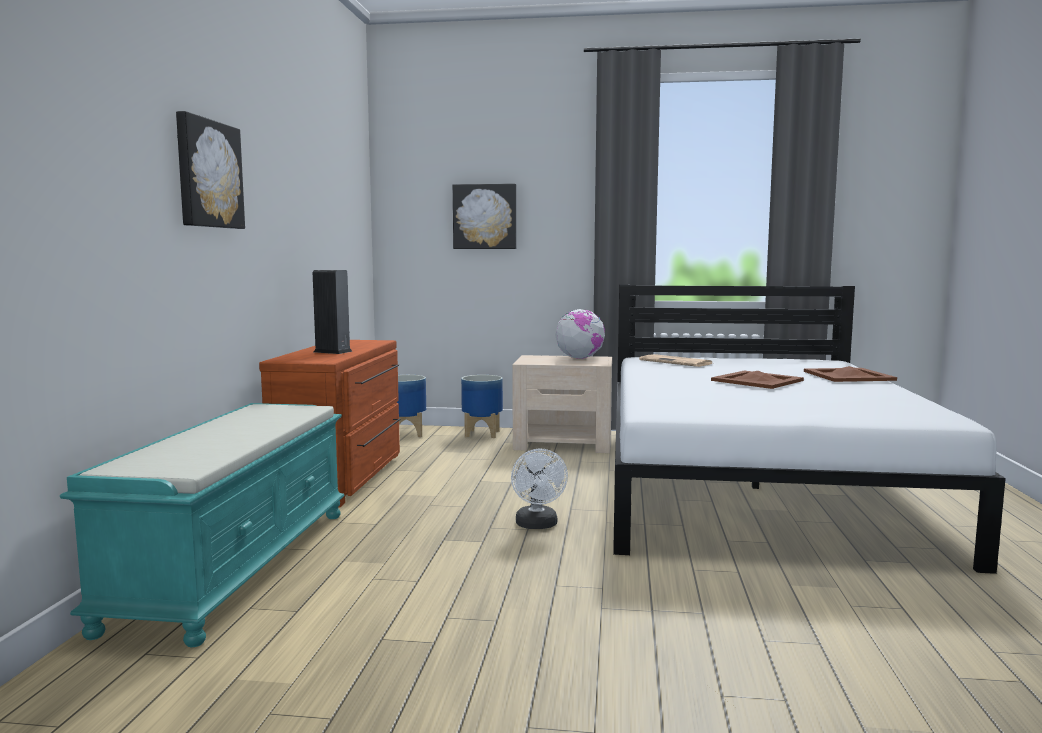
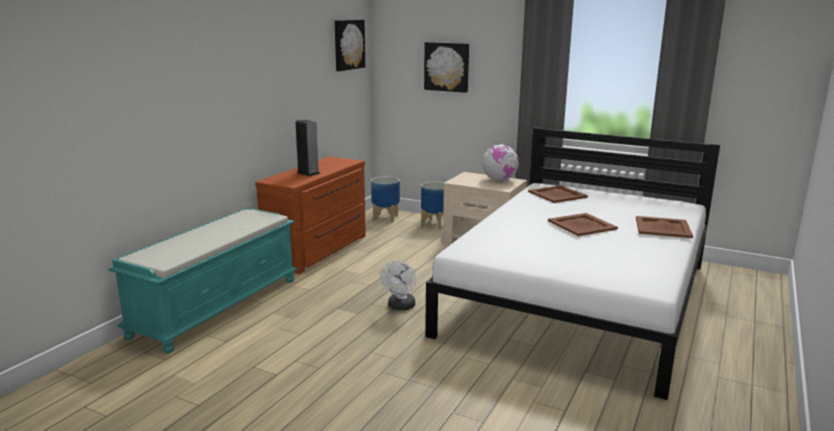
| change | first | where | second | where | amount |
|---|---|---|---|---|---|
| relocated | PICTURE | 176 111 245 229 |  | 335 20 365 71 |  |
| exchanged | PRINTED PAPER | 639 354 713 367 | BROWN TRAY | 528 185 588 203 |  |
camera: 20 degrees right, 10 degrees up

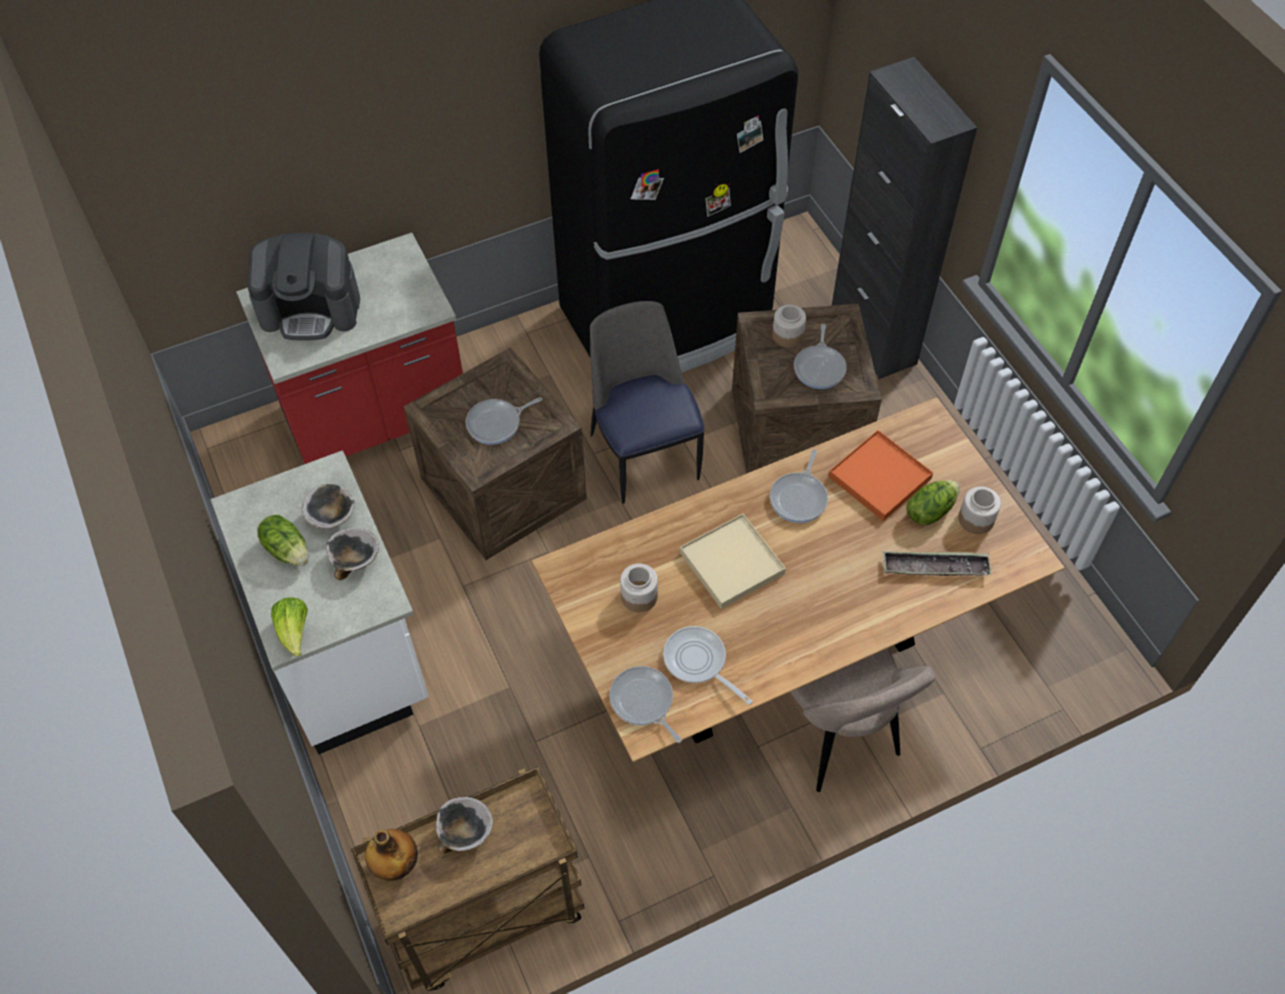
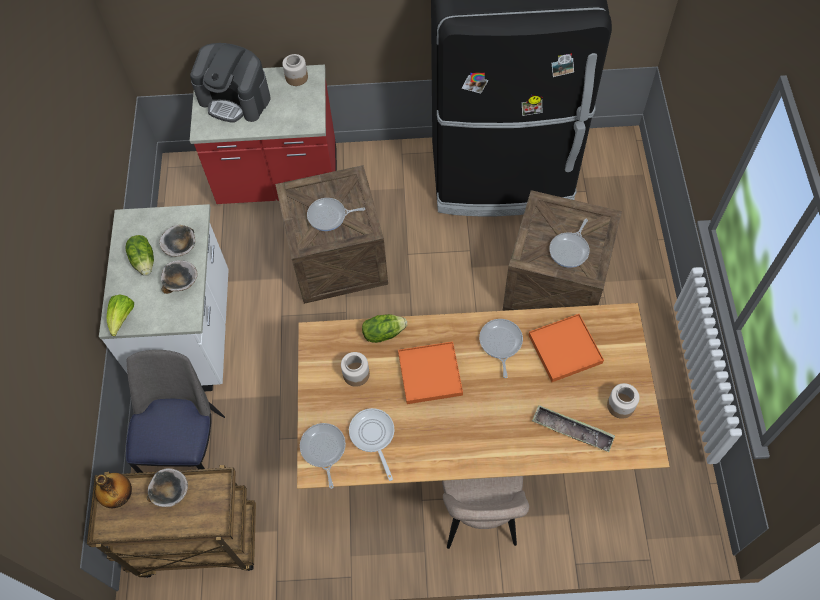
| change | first | where | second | where | amount |
|---|---|---|---|---|---|
| missing | BLACKISH CUPBOARD | 832 57 977 379 |  |  |  |
| relocated | PLAIN CHAIR | 590 301 705 504 |  | 126 350 225 473 |  |
| relocated | STORAGE JAR | 772 305 806 348 |  | 282 54 308 86 |  |
| relocated | LETTUCE HEAD | 906 480 960 525 |  | 362 314 407 343 |  |
| colour | BEIGE TRAY | 680 514 786 609 | ORANGE TRAY | 398 341 463 404 |  |
| spun | PAN | 770 450 828 523 |  | 479 319 523 378 | 135 degrees clockwise |
camera: 25 degrees right, 5 degrees up

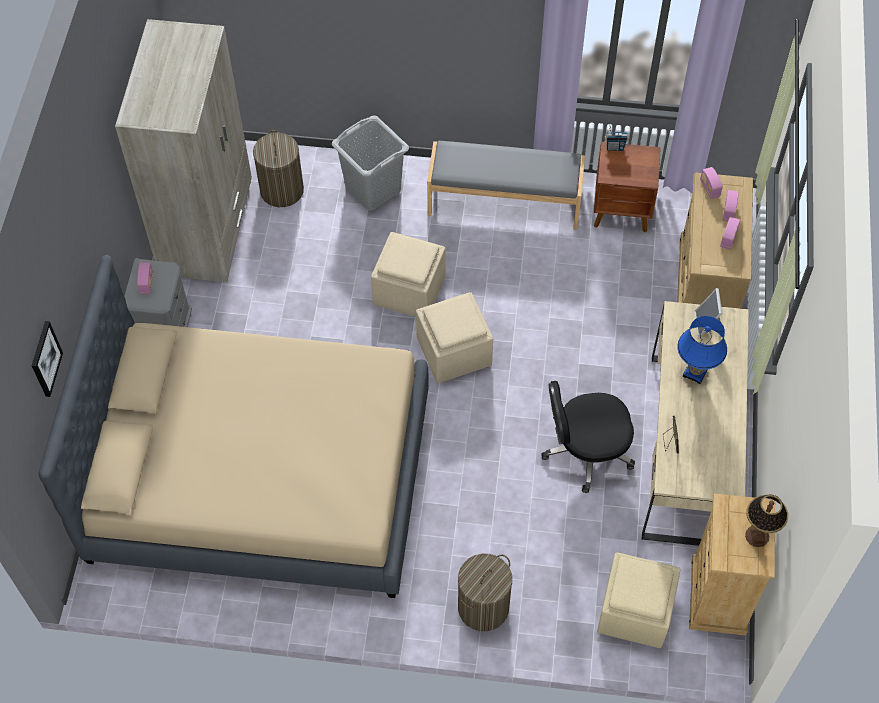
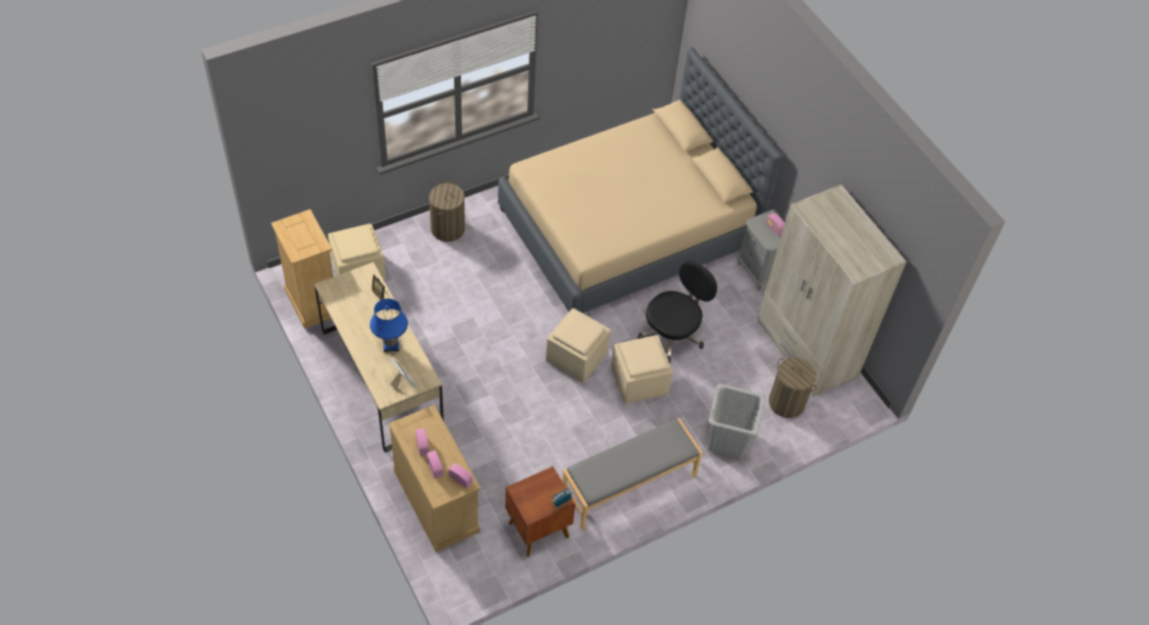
| change | first | where | second | where | amount |
|---|---|---|---|---|---|
| missing | PICTURE | 32 321 63 397 |  |  |  |
| missing | TABLE LAMP | 745 494 788 547 |  |  |  |
| relocated | BLACKISH COMPUTER CHAIR | 542 381 635 493 |  | 637 260 717 363 |  |
camera: 140 degrees right, 5 degrees down

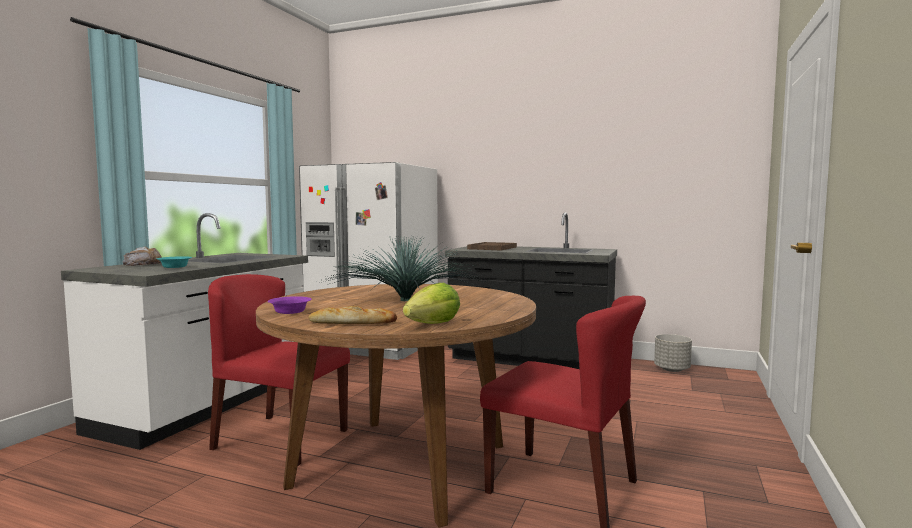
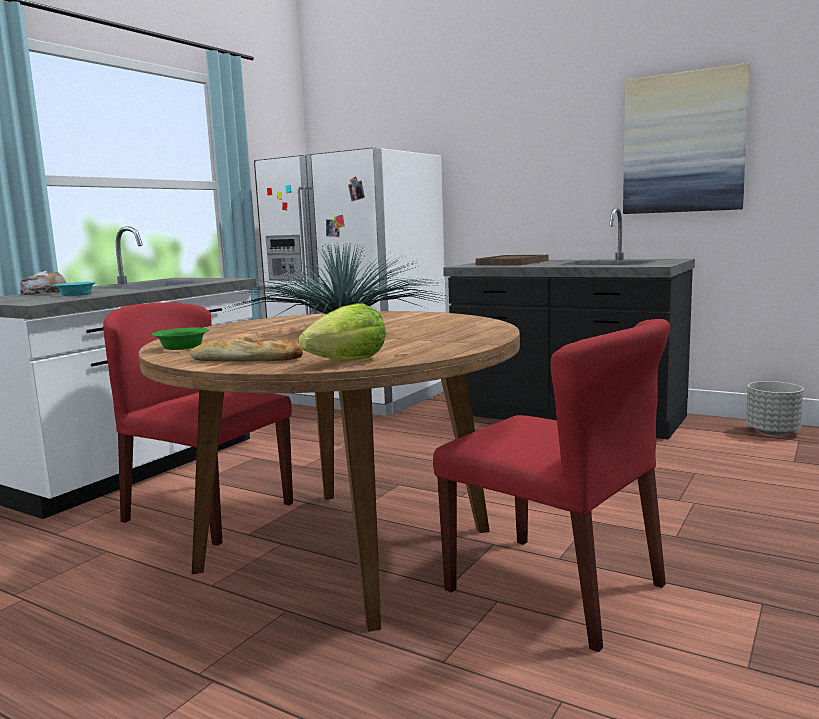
| change | first | where | second | where | amount |
|---|---|---|---|---|---|
| appeared |  |  | PICTURE | 623 63 750 214 |  |
| colour | PURPLISH SERVING BOWL | 268 296 312 314 | GREENISH SERVING BOWL | 152 328 209 350 |  |
camera: 10 degrees right, 5 degrees up

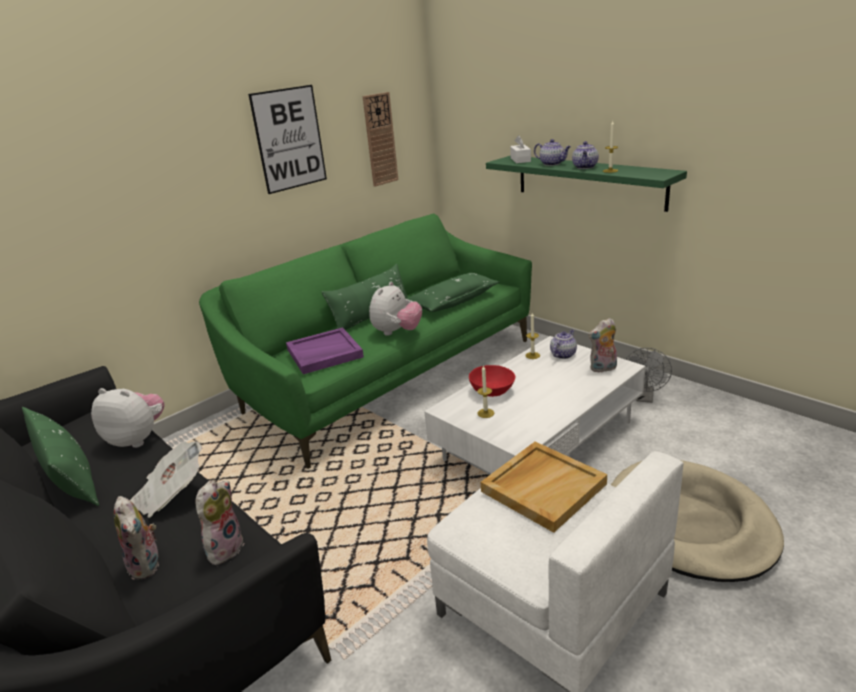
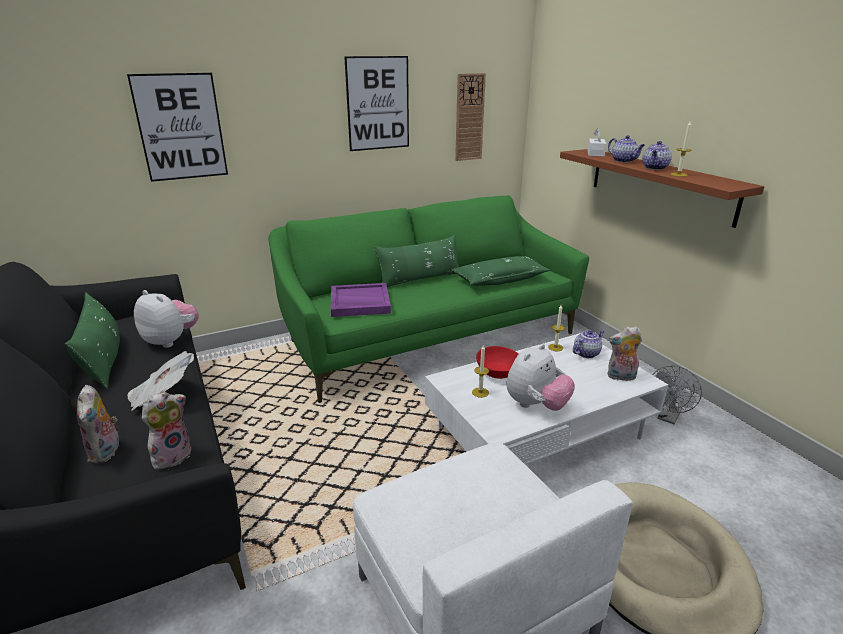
| change | first | where | second | where | amount |
|---|---|---|---|---|---|
| missing | BEIGE TRAY | 480 442 607 533 |  |  |  |
| appeared |  |  | PICTURE | 127 73 228 182 |  |
| relocated | SOFT TOY | 369 282 422 336 |  | 506 344 575 411 |  |
| colour | GREENISH WALL SHELF | 486 155 687 212 | BROWN WALL SHELF | 560 149 764 228 |  |
camera: 15 degrees right, 0 degrees up

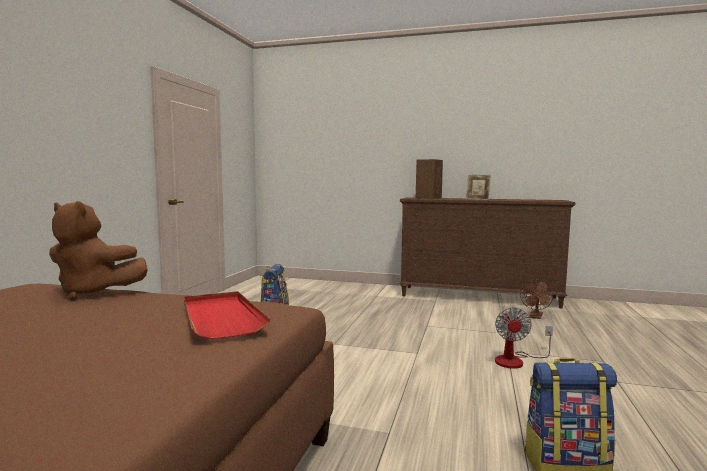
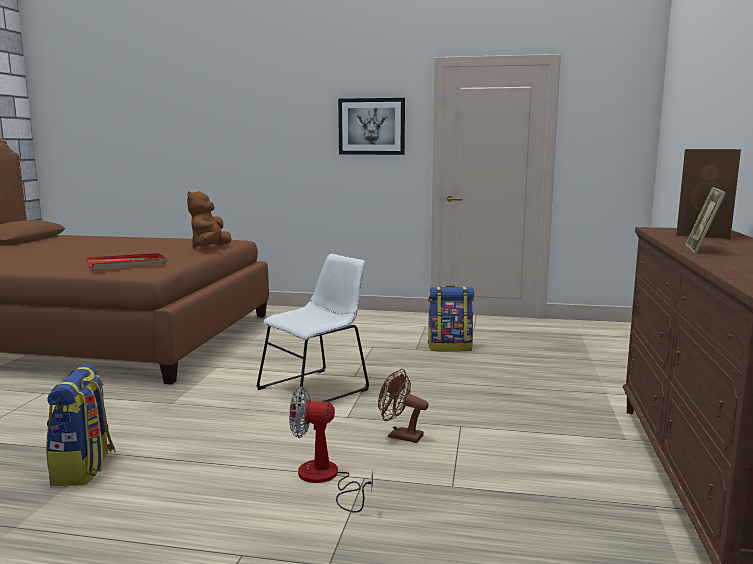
| change | first | where | second | where | amount |
|---|---|---|---|---|---|
| appeared |  |  | WHITISH PLAIN CHAIR | 256 254 369 409 |  |
| appeared |  |  | PICTURE | 338 98 405 155 |  |
| relocated | BROWN FAN | 520 279 553 319 |  | 378 369 429 443 |  |
camera: 85 degrees right, 5 degrees up

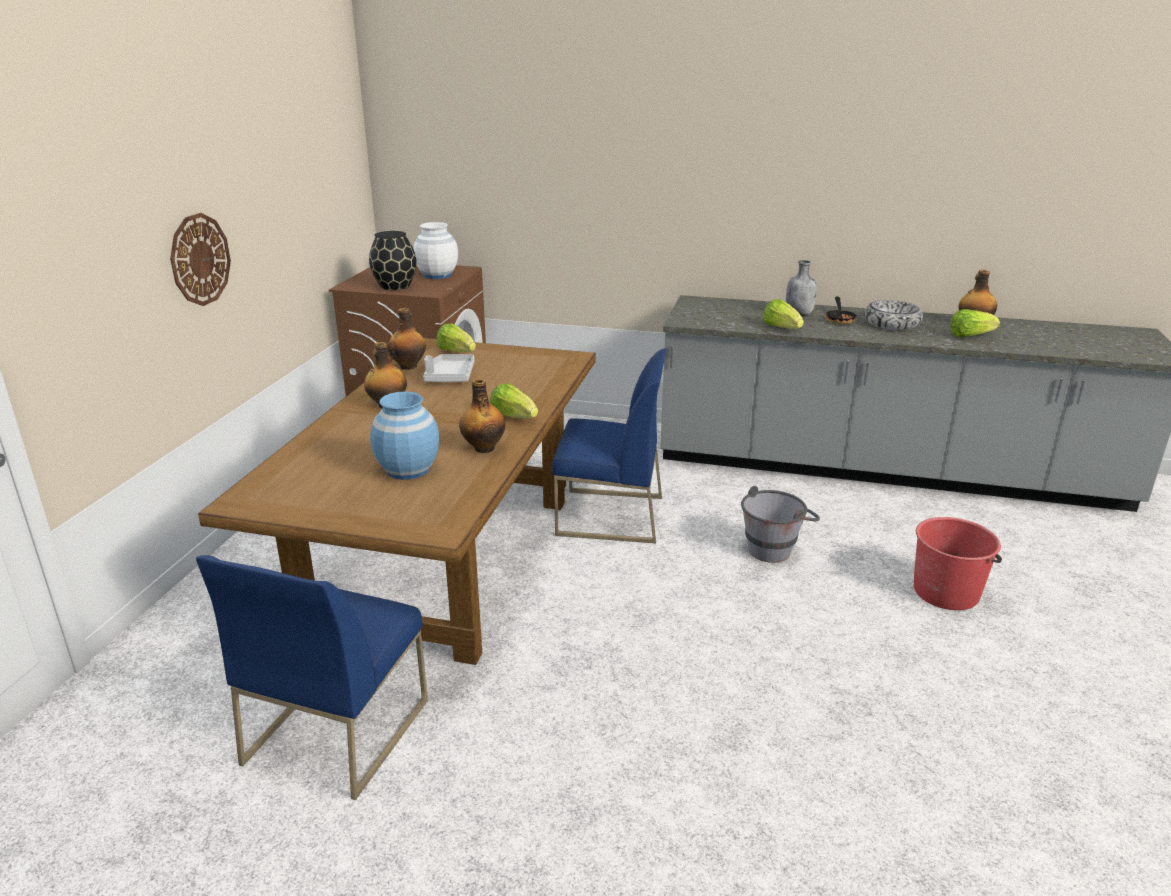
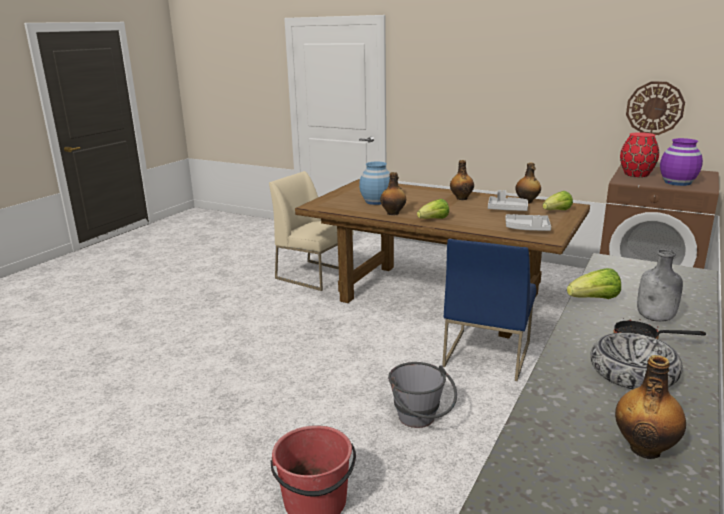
| change | first | where | second | where | amount |
|---|---|---|---|---|---|
| missing | LETTUCE HEAD | 951 309 1000 337 |  |  |  |
| appeared |  |  | GREY TRAY | 505 214 551 231 |  |
| relocated | CLOCK ON THE WALL | 170 213 231 306 |  | 626 81 685 135 |  |
| colour | BLUE-COLOURED PLAIN CHAIR | 196 555 428 800 | BEIGE PLAIN CHAIR | 269 171 354 291 |  |
| colour | BLACKISH VASE | 369 231 416 290 | REDDISH VASE | 620 132 659 177 |  |
| colour | WHITISH VASE | 414 222 458 279 | PURPLISH VASE | 660 138 703 186 |  |
camera: 105 degrees right, 5 degrees down

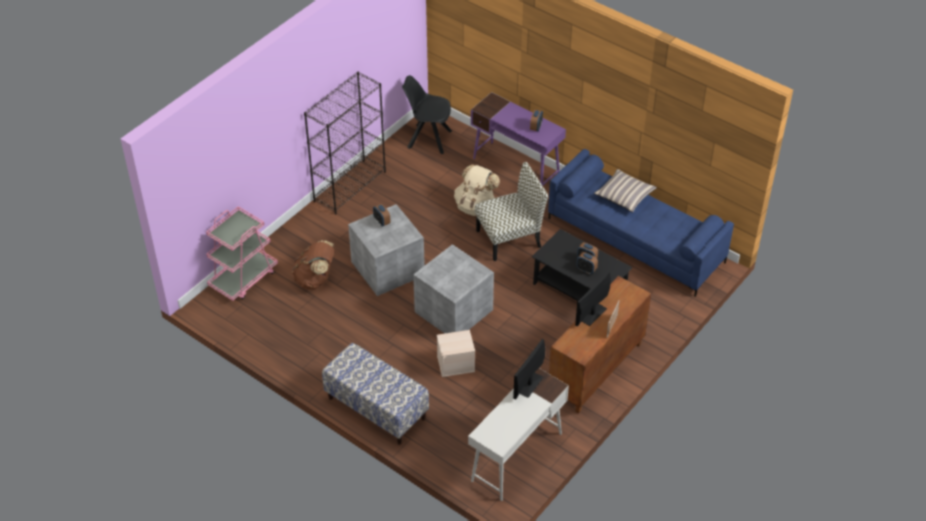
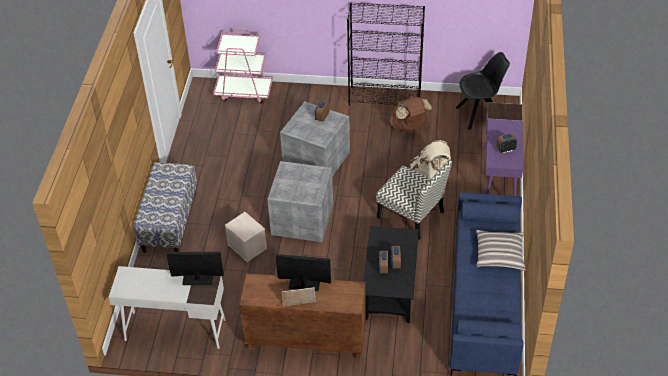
| change | first | where | second | where | amount |
|---|---|---|---|---|---|
| relocated | BROWN KNAPSACK | 292 240 334 289 |  | 389 97 432 132 |  |
| spun | BLACKISH PLAIN CHAIR | 402 75 452 154 |  | 456 52 510 130 | 90 degrees clockwise |
camera: 60 degrees right, 0 degrees up

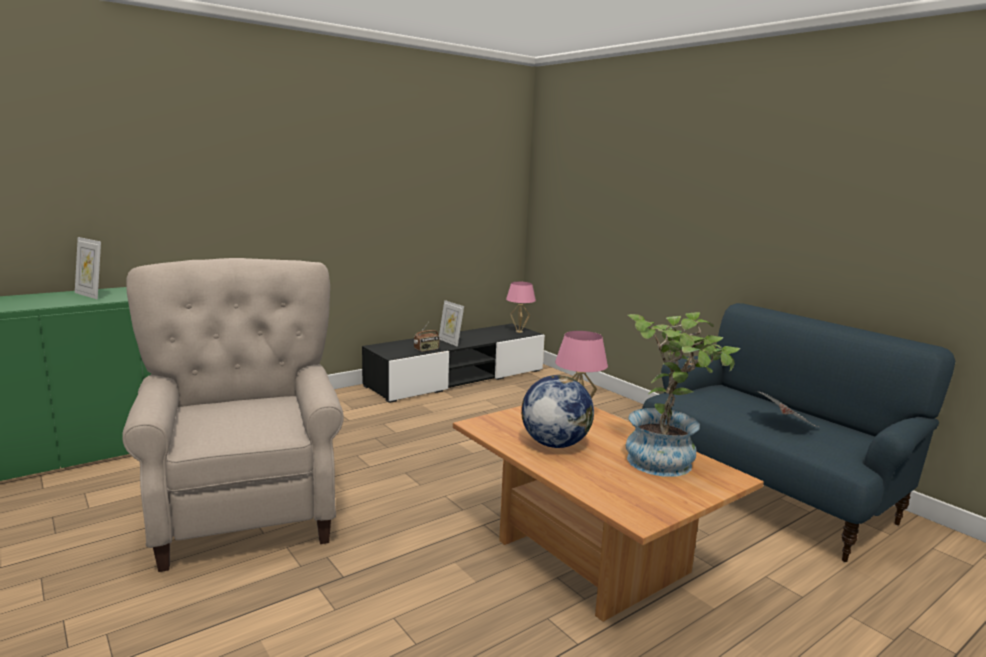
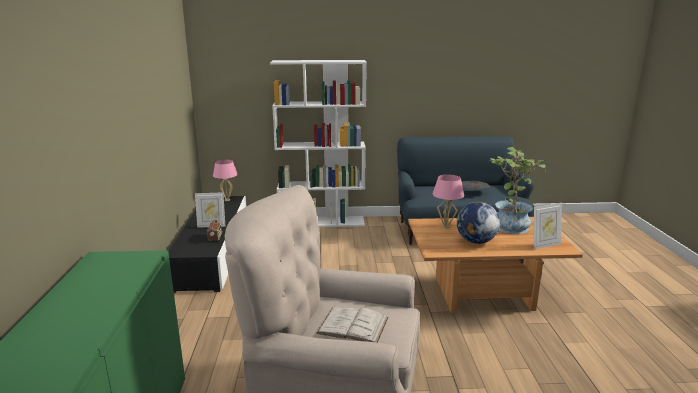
| change | first | where | second | where | amount |
|---|---|---|---|---|---|
| appeared |  |  | WHITISH BOOKSHELF | 270 60 367 227 |  |
| appeared |  |  | WHITISH BOOK | 316 307 388 343 |  |
| relocated | STANDING FRAME | 75 237 101 299 |  | 534 203 562 249 |  |
camera: 55 degrees left, 5 degrees up

